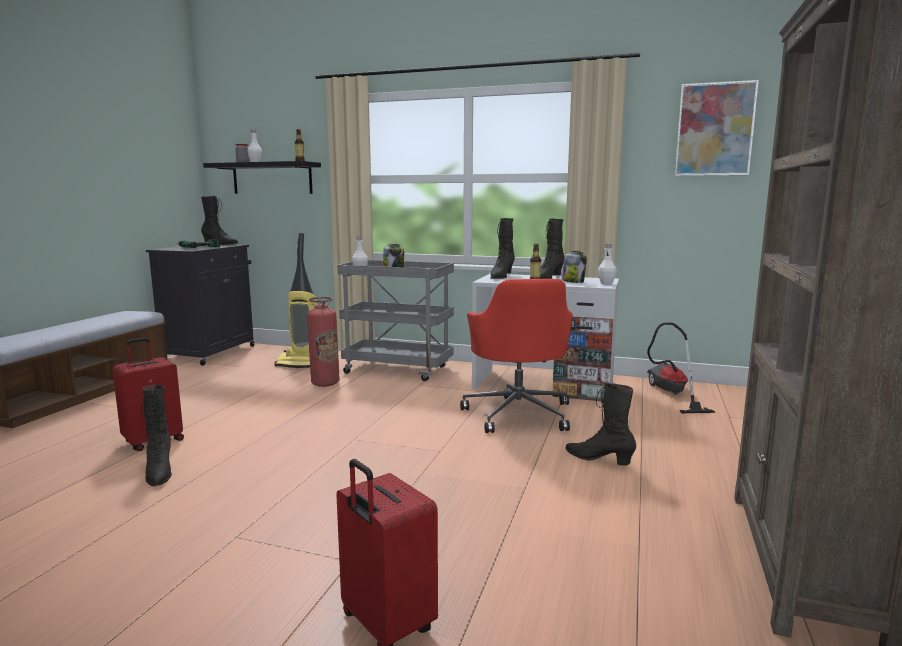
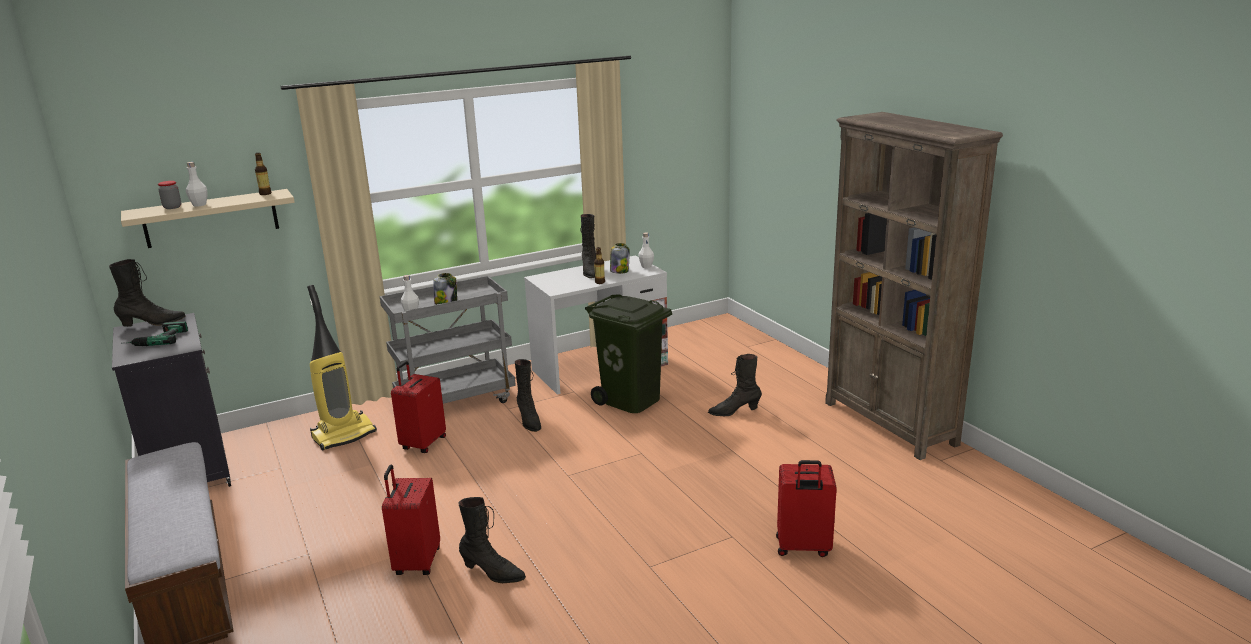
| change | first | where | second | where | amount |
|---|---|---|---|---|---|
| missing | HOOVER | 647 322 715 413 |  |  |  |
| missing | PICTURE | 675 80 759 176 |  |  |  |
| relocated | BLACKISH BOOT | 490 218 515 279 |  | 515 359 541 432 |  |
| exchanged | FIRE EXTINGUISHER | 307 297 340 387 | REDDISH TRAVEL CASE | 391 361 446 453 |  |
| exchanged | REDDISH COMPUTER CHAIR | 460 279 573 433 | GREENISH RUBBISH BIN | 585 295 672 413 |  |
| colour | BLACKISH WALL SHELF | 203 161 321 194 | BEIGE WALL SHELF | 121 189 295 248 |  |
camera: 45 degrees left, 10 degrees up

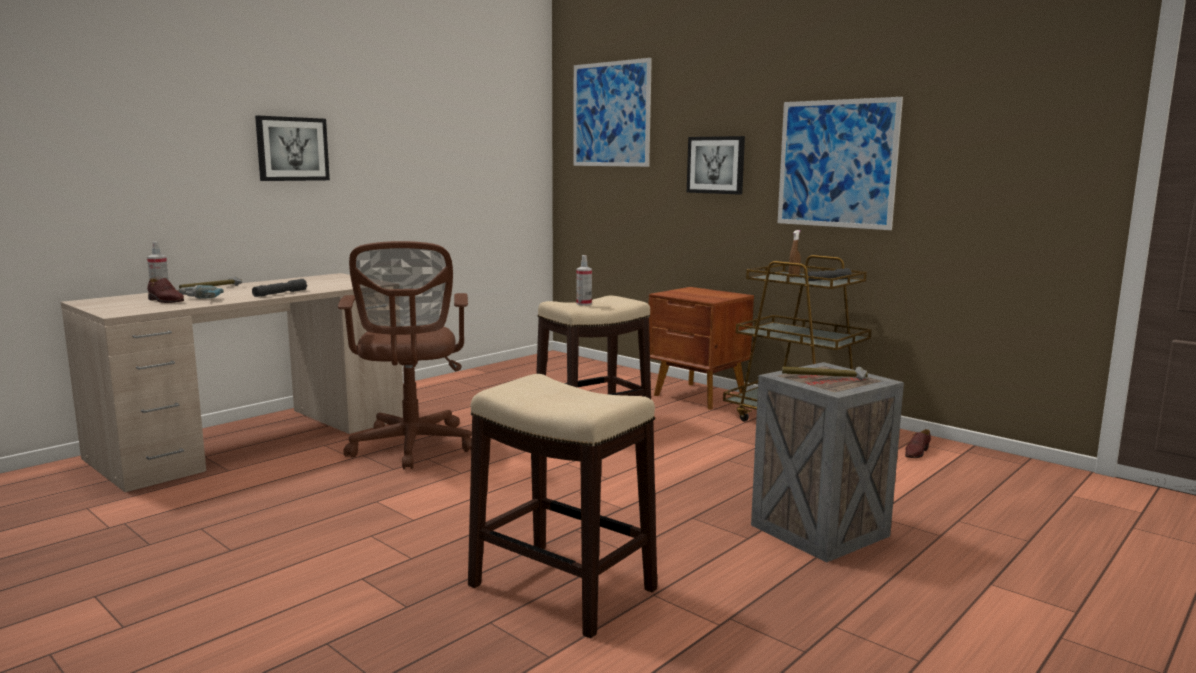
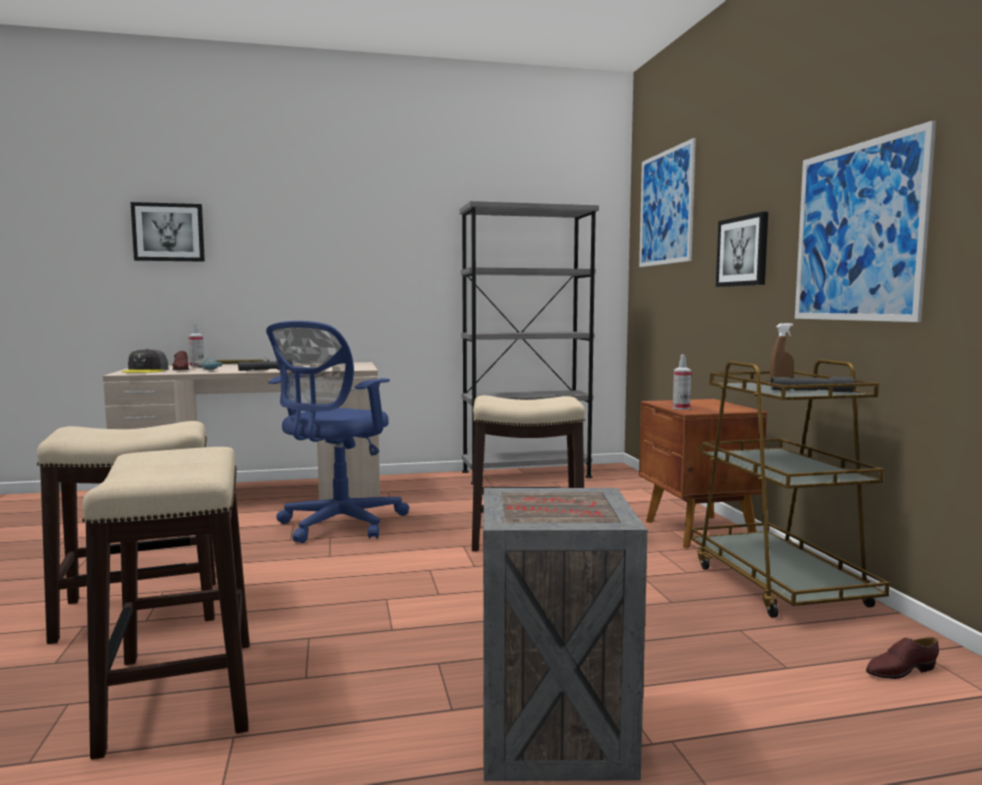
| change | first | where | second | where | amount |
|---|---|---|---|---|---|
| missing | HAND HAMMER | 782 367 868 381 |  |  |  |
| appeared |  |  | SITTING STOOL | 37 421 216 644 |  |
| appeared |  |  | GREY BASEBALL CAP | 122 349 169 373 |  |
| appeared |  |  | GREY BOOKSHELF | 460 201 599 485 |  |
| relocated | PICTURE | 255 116 330 181 |  | 131 202 205 262 |  |
| relocated | HAND SPRAYER | 577 255 592 305 |  | 673 355 691 410 |  |
| colour | BROWN COMPUTER CHAIR | 338 241 472 469 | BLUE-COLOURED COMPUTER CHAIR | 266 321 409 543 |  |
camera: 35 degrees right, 5 degrees down

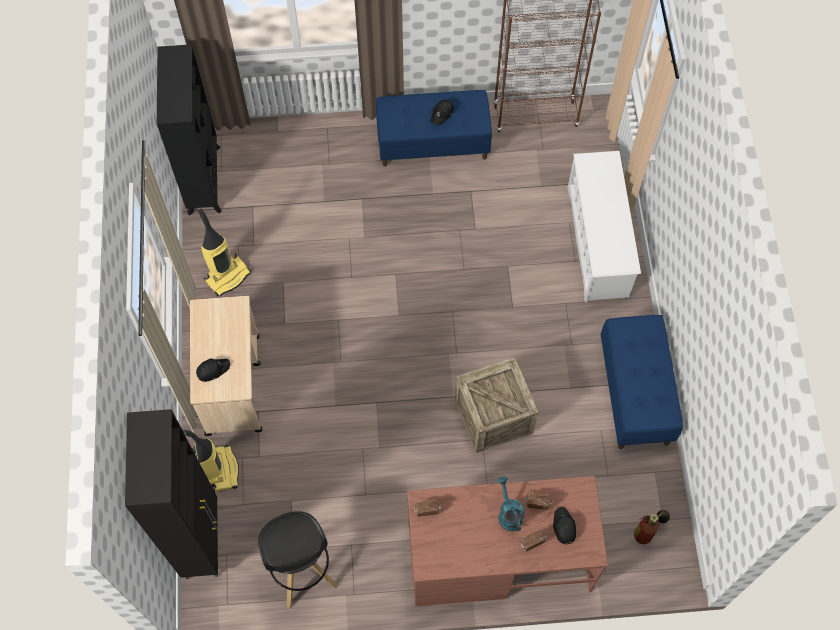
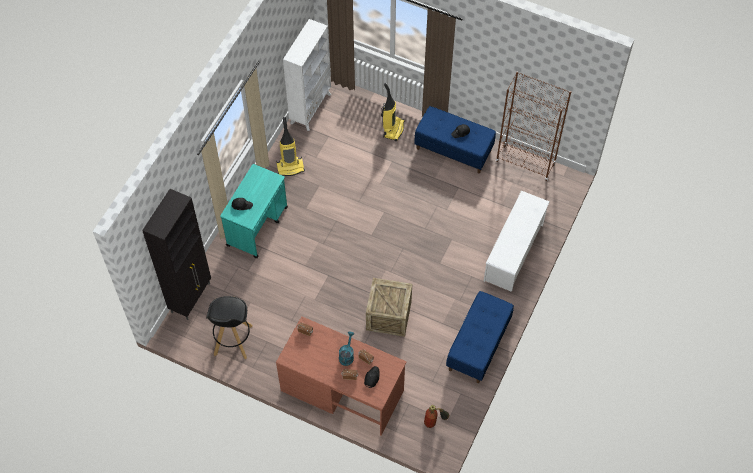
| change | first | where | second | where | amount |
|---|---|---|---|---|---|
| relocated | HOOVER | 183 430 239 492 |  | 381 83 404 141 |  |
| colour | BLACKISH BOOKSHELF | 157 44 221 215 | WHITISH BOOKSHELF | 283 19 331 131 |  |
| colour | BEIGE CART | 190 296 262 436 | BLUE-GREEN CART | 220 164 288 258 |  |
camera: 30 degrees right, 5 degrees down

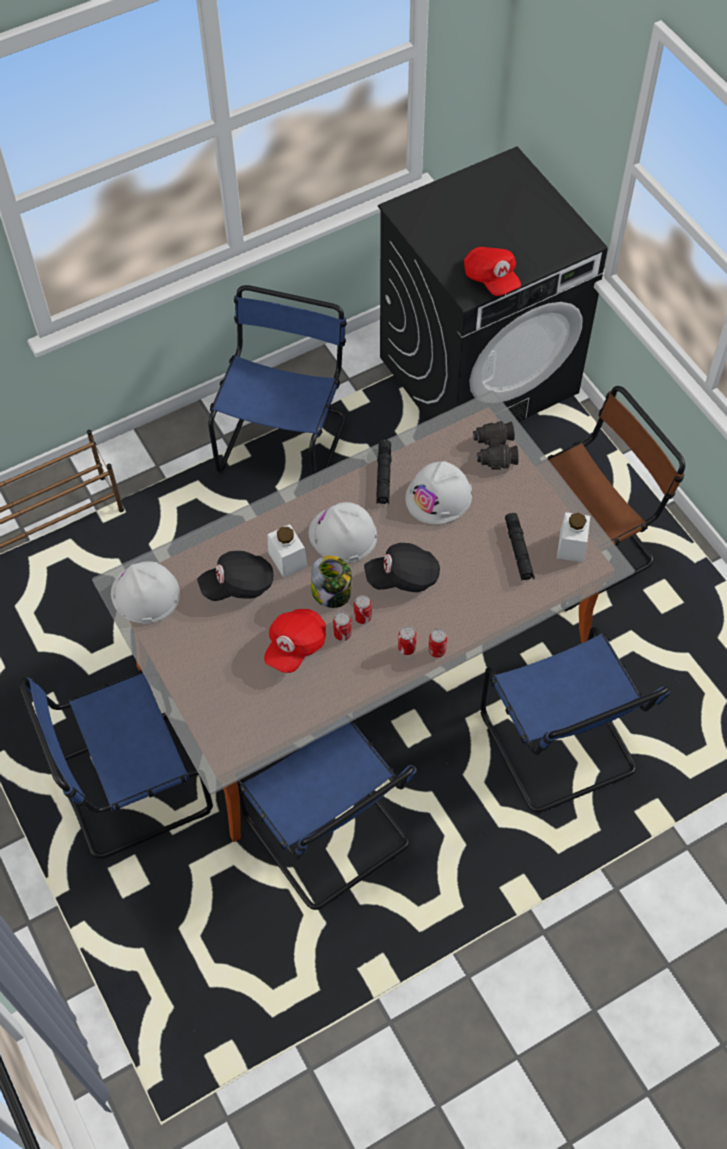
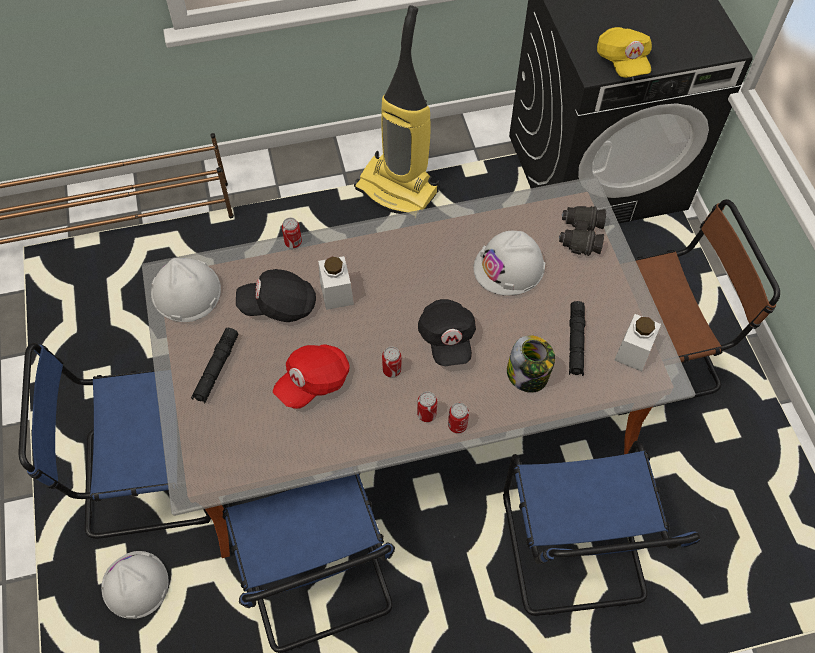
| change | first | where | second | where | amount |
|---|---|---|---|---|---|
| relocated | WHITISH SAFETY HELMET | 309 502 377 563 |  | 101 551 169 619 |  |
| relocated | STORAGE JAR | 311 556 352 608 |  | 507 335 555 393 |  |
| relocated | SEALED CAN | 333 612 352 641 |  | 282 218 302 248 |  |
| relocated | BLACKISH TORCH | 376 440 391 504 |  | 191 328 239 403 |  |
| exchanged | BLUE-COLOURED PLAIN CHAIR | 208 285 347 475 | HOOVER | 354 5 439 214 |  |
| colour | REDDISH BASEBALL CAP | 464 247 521 296 | YELLOW BASEBALL CAP | 597 27 652 78 |  |
| spun | BLACKISH BASEBALL CAP | 364 543 440 592 |  | 418 299 476 366 | 105 degrees counterclockwise |
camera: 15 degrees right, 0 degrees up

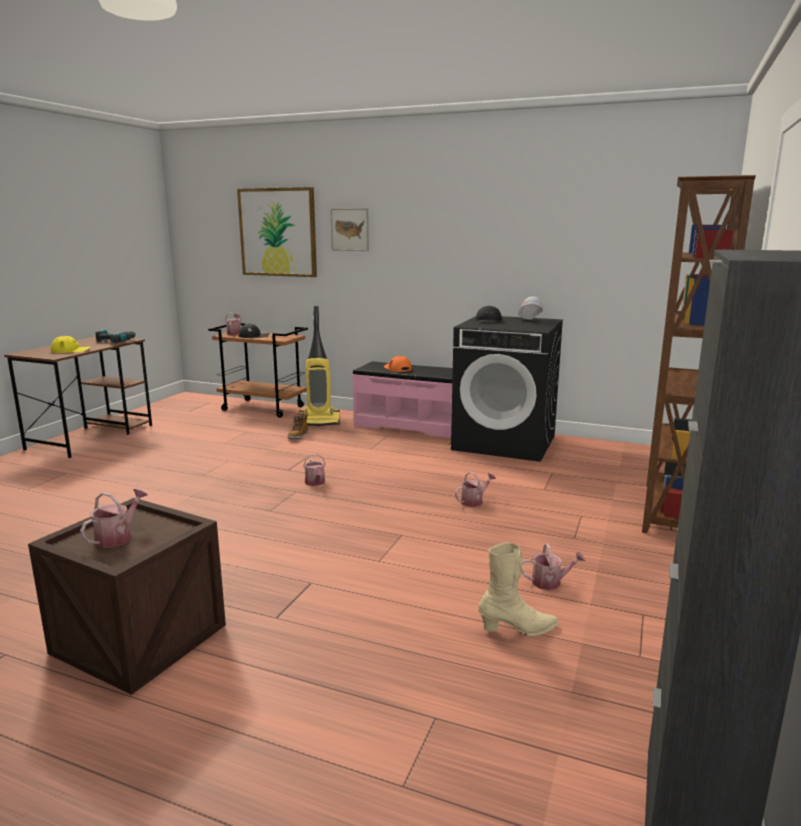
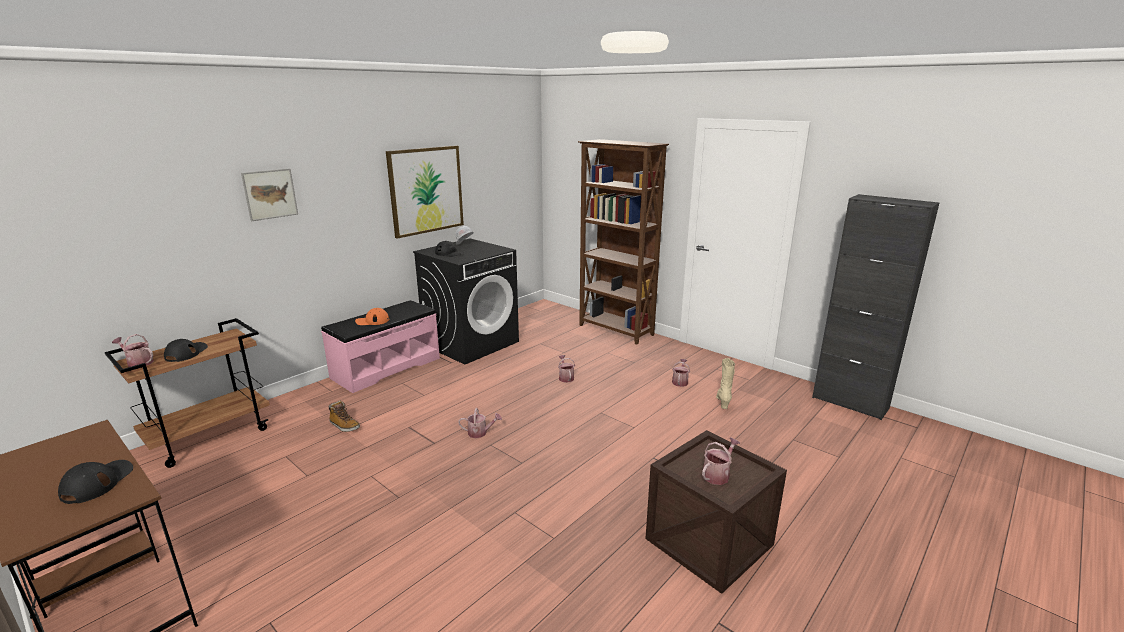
| change | first | where | second | where | amount |
|---|---|---|---|---|---|
| missing | POWER DRILL | 96 330 136 343 |  |  |  |
| missing | HOOVER | 299 306 340 426 |  |  |  |
| relocated | PICTURE | 237 187 317 277 |  | 386 146 464 239 |  |
| colour | YELLOW BASEBALL CAP | 51 336 91 353 | BLACKISH BASEBALL CAP | 58 460 133 504 |  |
| spun | SPRINKLING CAN | 80 489 148 548 |  | 702 437 740 485 | 90 degrees clockwise |
camera: 70 degrees left, 5 degrees up

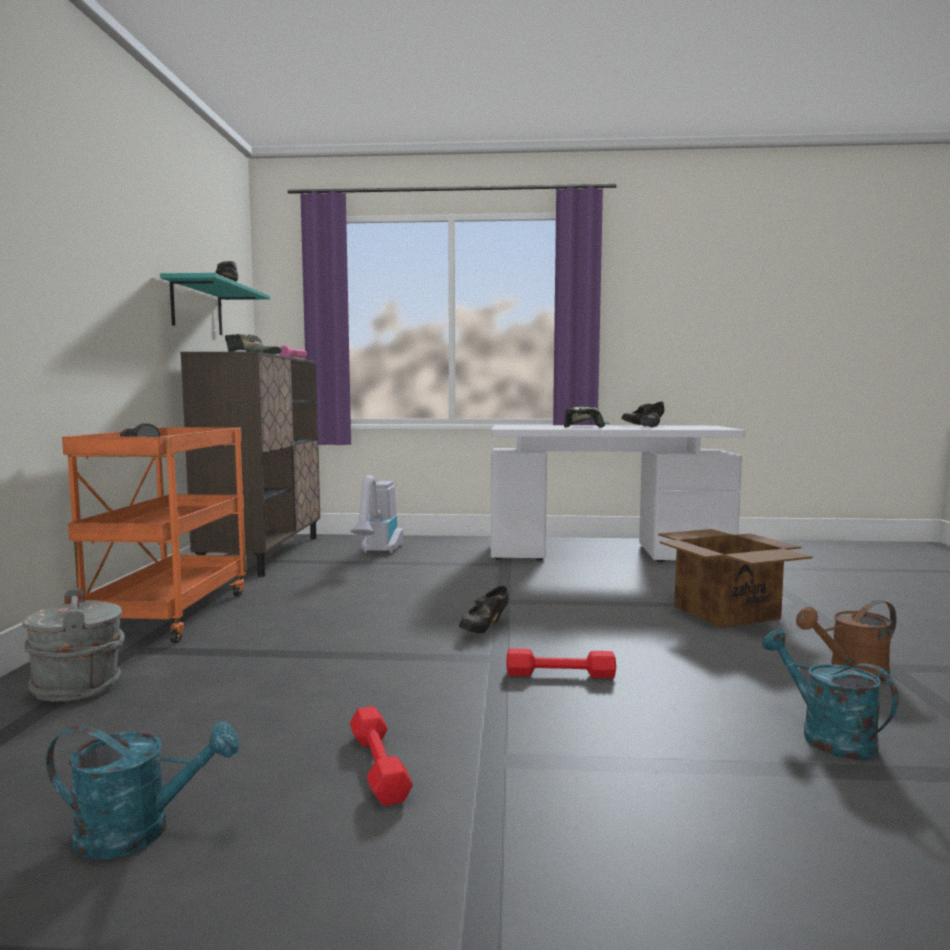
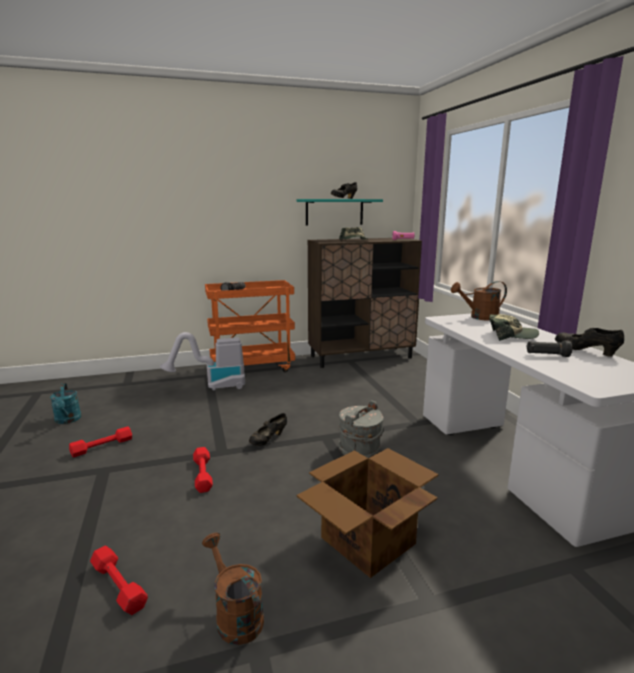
| change | first | where | second | where | amount |
|---|---|---|---|---|---|
| appeared |  |  | BROWN SPRINKLING CAN | 451 281 507 321 |  |
| relocated | GREY WATER BUCKET | 22 588 125 702 |  | 338 400 384 458 |  |
| relocated | HOOVER | 351 475 403 553 |  | 160 332 245 391 |  |
| exchanged | BLUE-GREEN SPRINKLING CAN | 762 630 899 760 | REDDISH DUMBBELL | 90 546 148 615 |  |
| spun | BLACKISH SHOE | 459 585 509 633 |  | 249 413 287 446 | 60 degrees counterclockwise |
camera: 70 degrees right, 10 degrees up

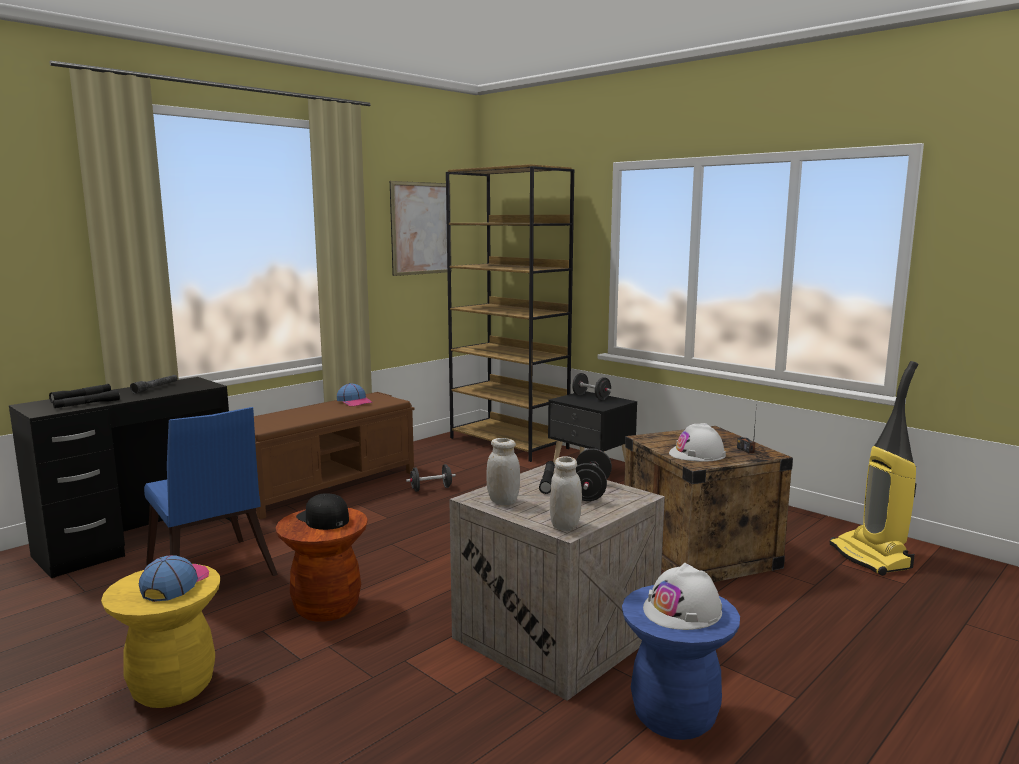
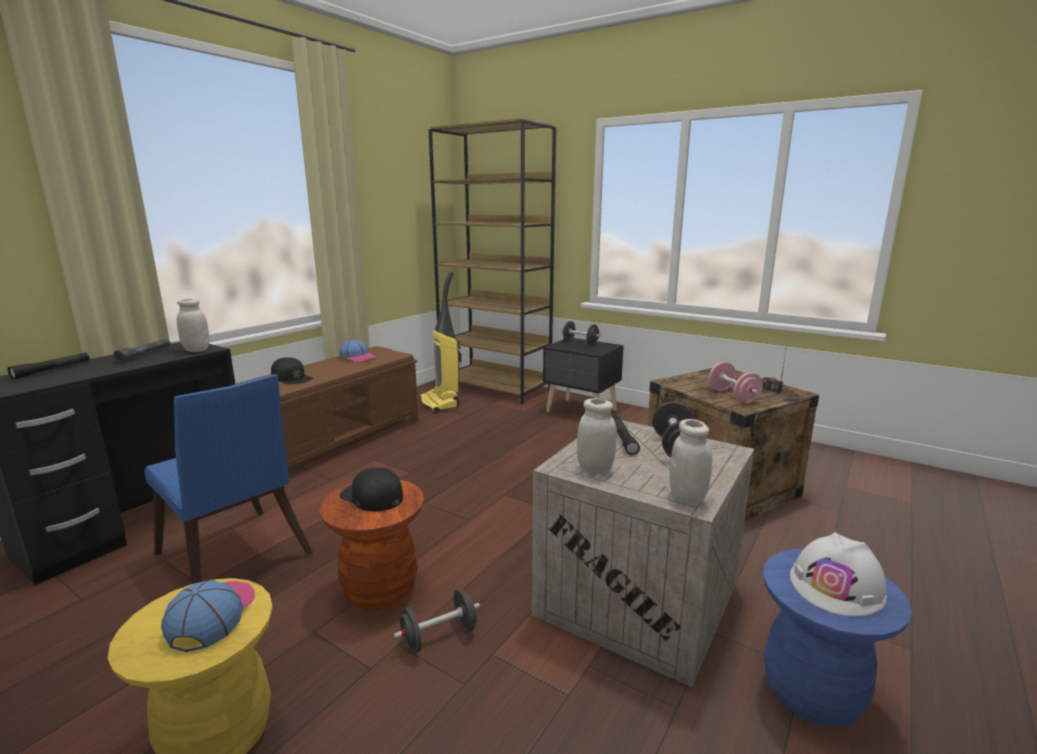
| change | first | where | second | where | amount |
|---|---|---|---|---|---|
| missing | BLACKISH TORCH | 53 390 120 408 |  |  |  |
| missing | PICTURE | 390 181 452 276 |  |  |  |
| appeared |  |  | WHITISH STORAGE JAR | 177 299 209 352 |  |
| appeared |  |  | BLACKISH BASEBALL CAP | 271 357 313 385 |  |
| relocated | BLACKISH DUMBBELL | 406 464 456 492 |  | 394 589 480 653 |  |
| relocated | HOOVER | 829 361 918 576 |  | 420 271 462 413 |  |
| exchanged | WHITISH SAFETY HELMET | 669 423 726 462 | PINK DUMBBELL | 708 362 763 404 |  |
camera: 10 degrees left, 5 degrees up

